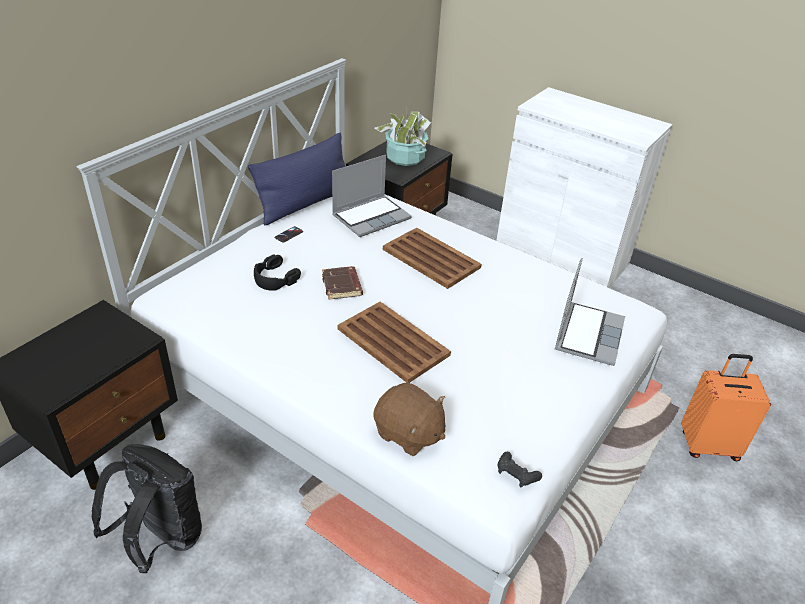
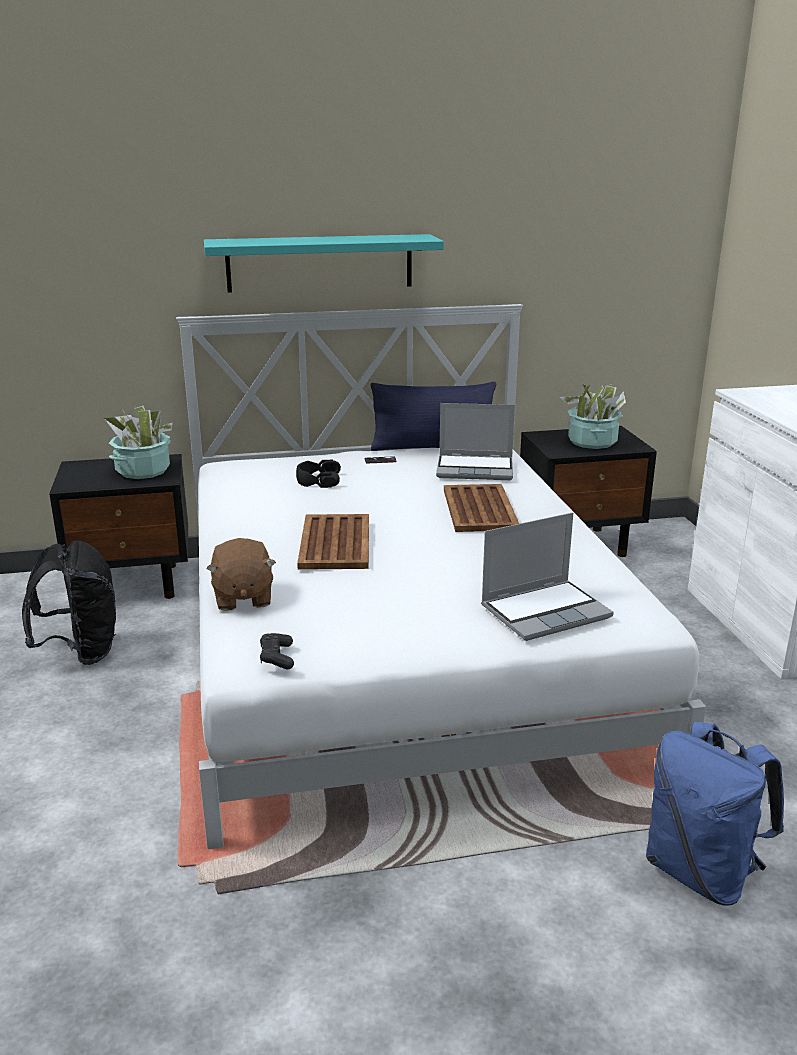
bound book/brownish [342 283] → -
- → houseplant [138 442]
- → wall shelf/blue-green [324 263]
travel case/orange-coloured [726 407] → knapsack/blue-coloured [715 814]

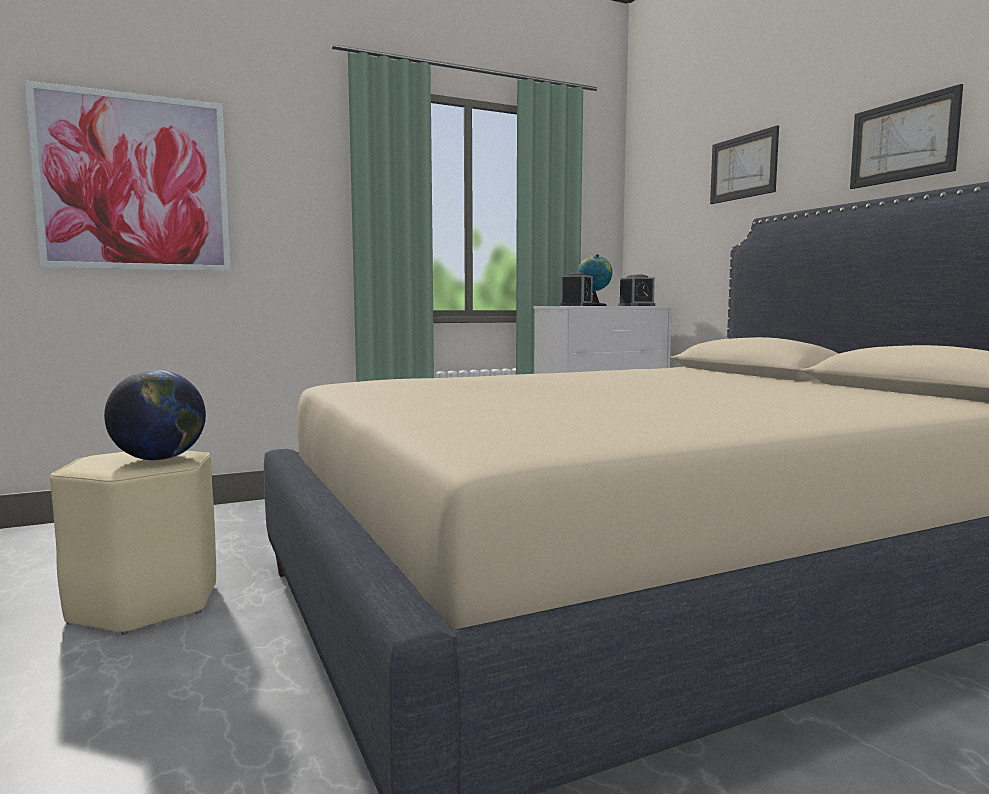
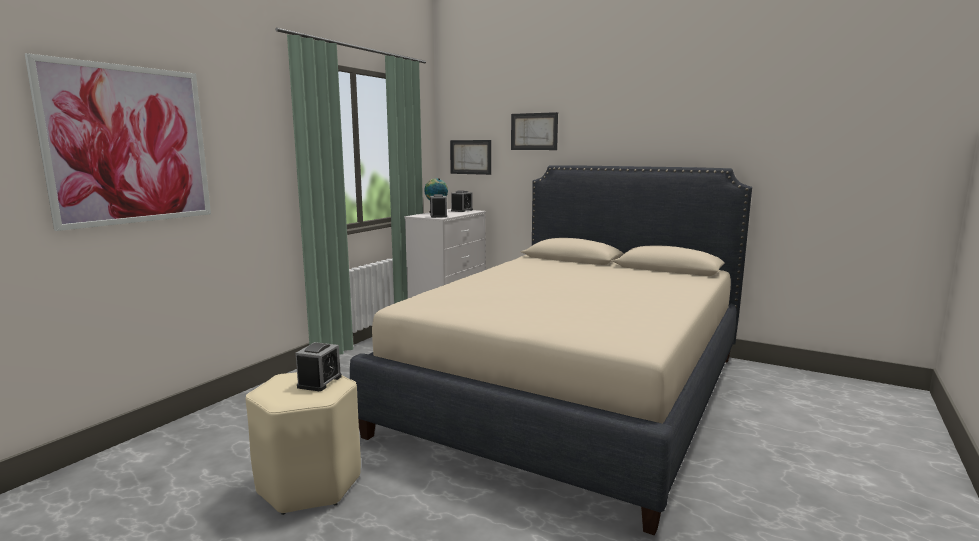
wall picture [906 136] → wall picture [470 157], move
world globe [155 415] → bedside clock [318 366]

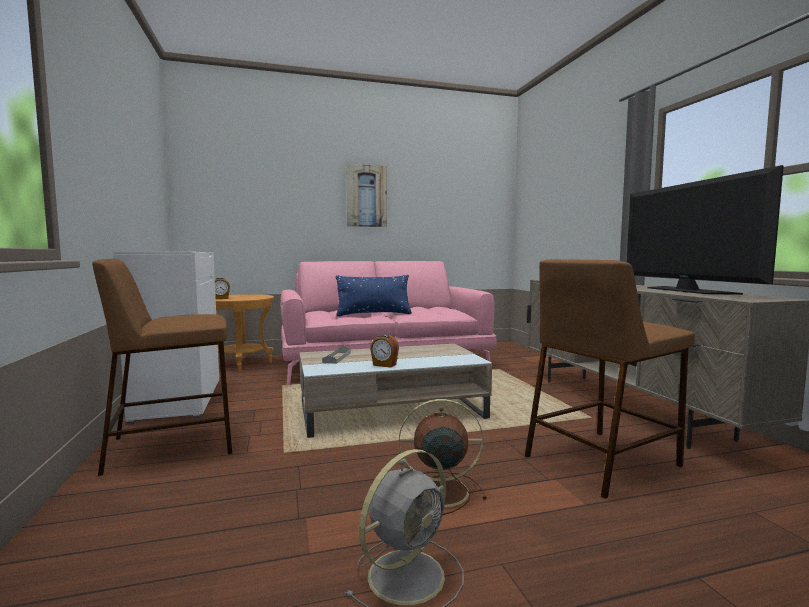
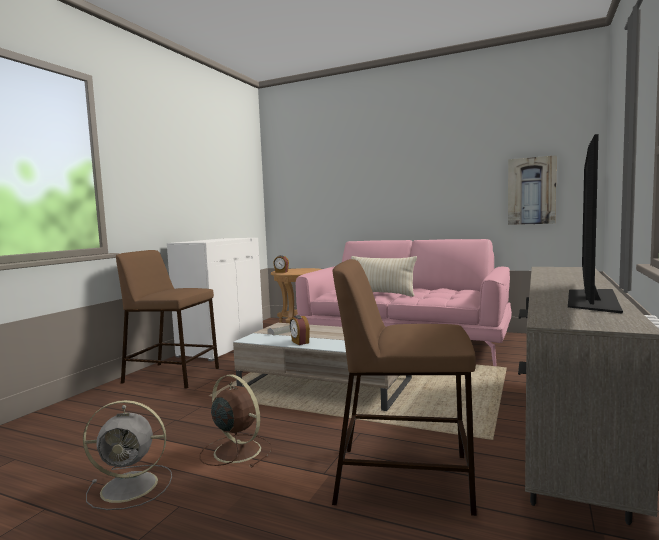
wall picture [366 195] → wall picture [532 190], move
throw pillow/blue-coloured [374 295] → throw pillow/beige-coloured [384 276]

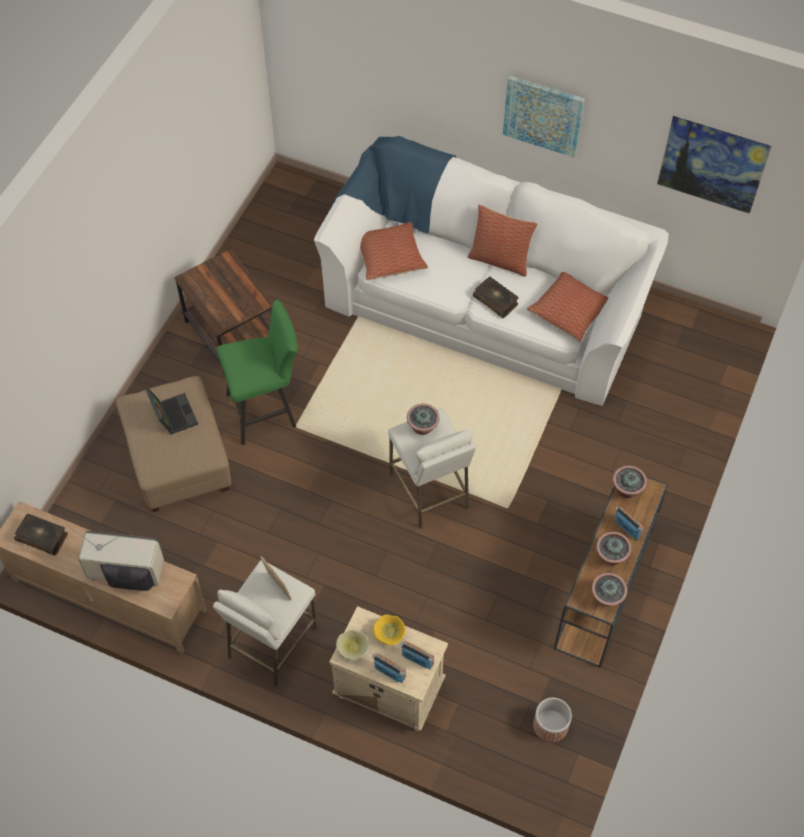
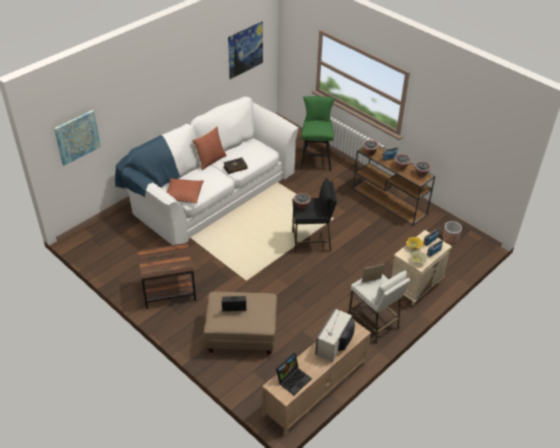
throw pillow [567 306] → -
stool/green [257 372] → stool/green [317 133], move
wall picture [544 116] → wall picture [77 138], move
bound book [41 535] → portable computer [294 374]
stool/white [432 469] → stool/black-coloured [314 215]

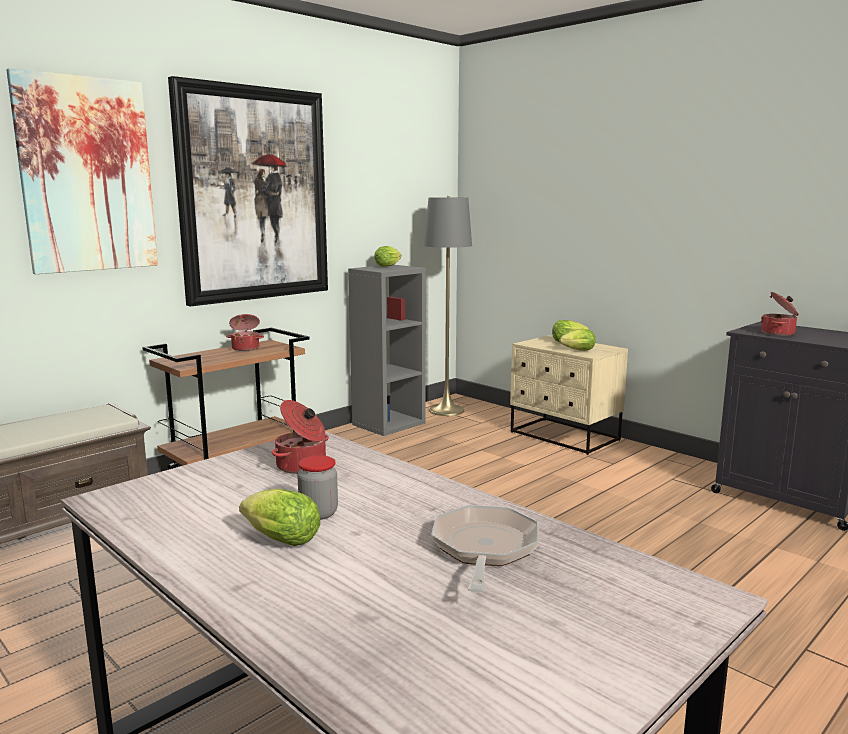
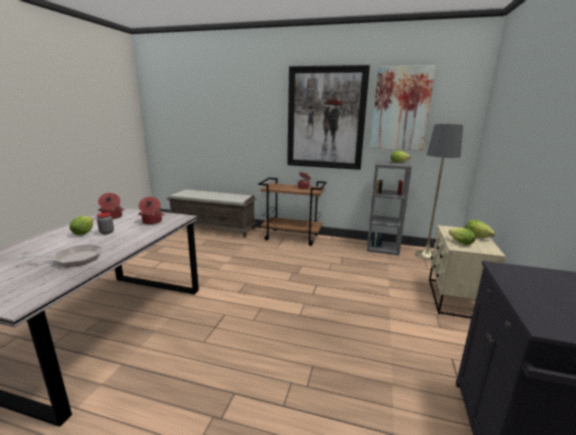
wall picture [82 171] → wall picture [403 108], move
stockpot [780 314] → stockpot [111 206], move

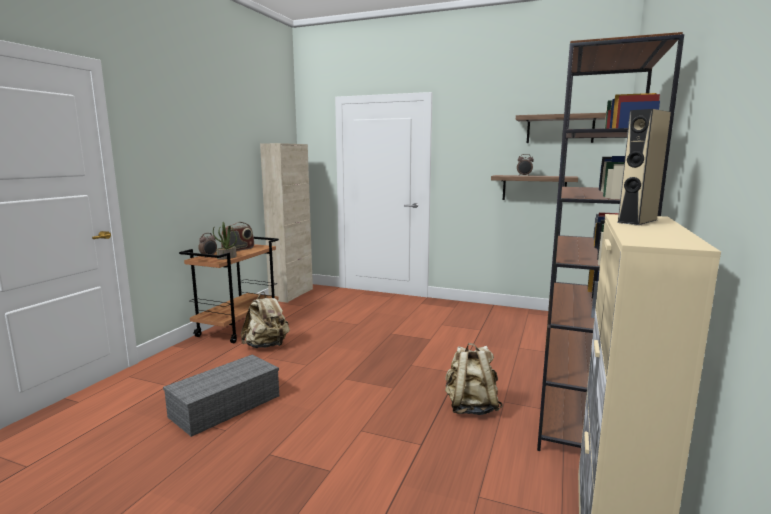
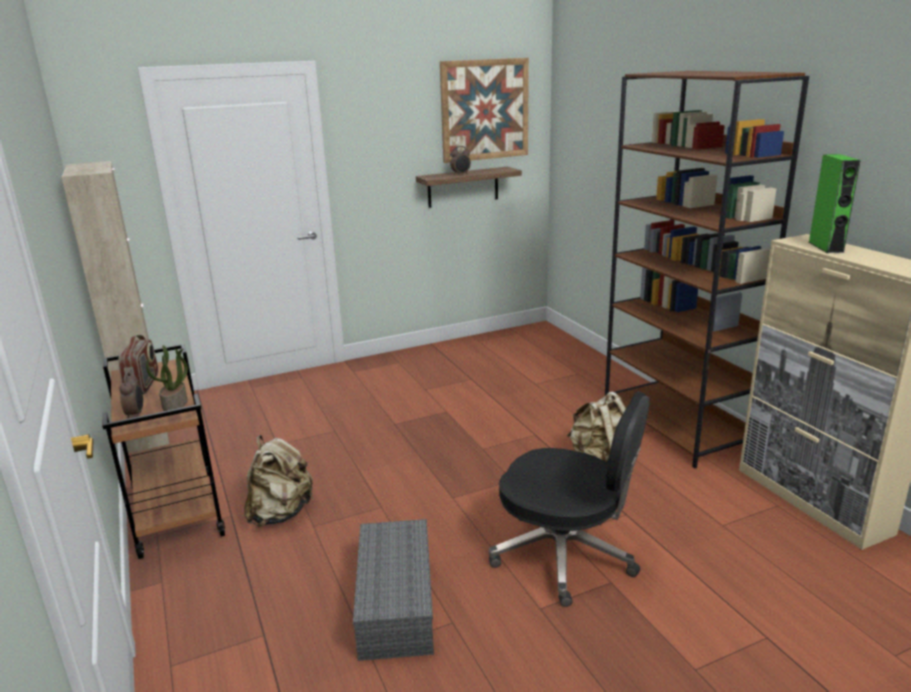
- → computer chair/black-coloured [569 499]
wall shelf [561 128] → wall picture [484 110]
loudspeaker/beige-coloured [644 167] → loudspeaker/green [835 203]

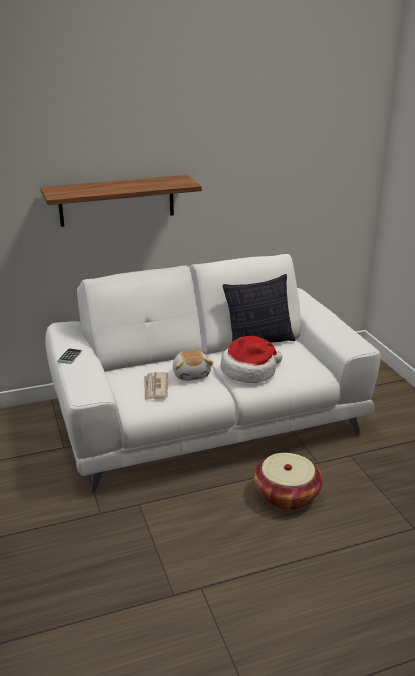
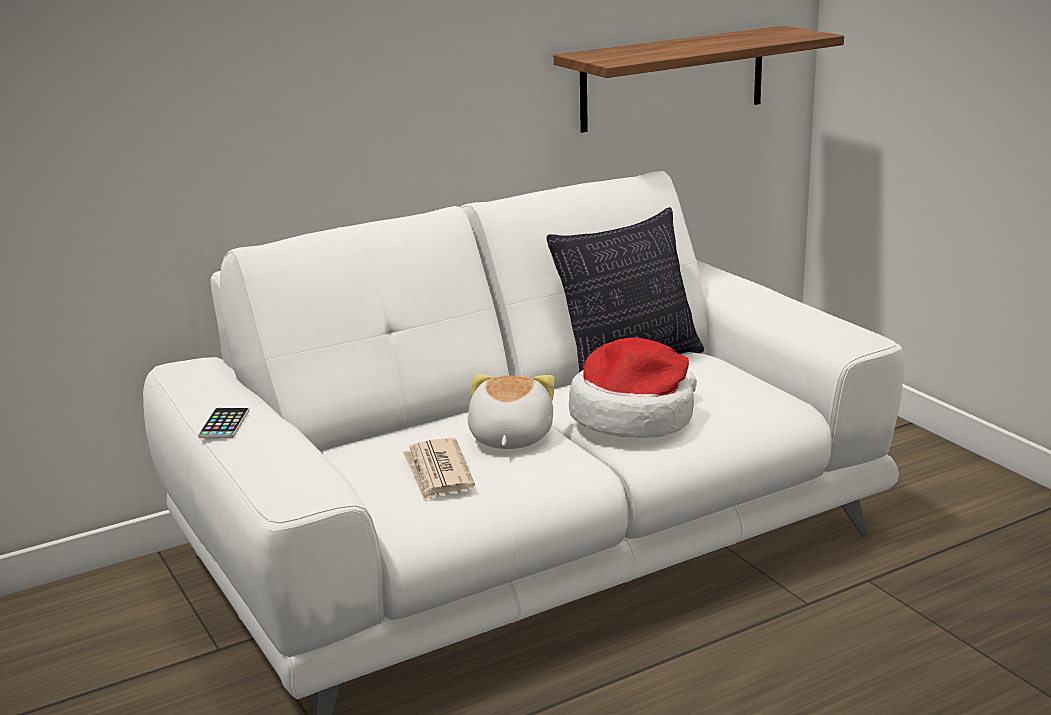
storage basket [288 481] → -
wall shelf [121 201] → wall shelf [699 79], move
cuddly toy [193 365] → cuddly toy [511 411], 150 degrees counterclockwise

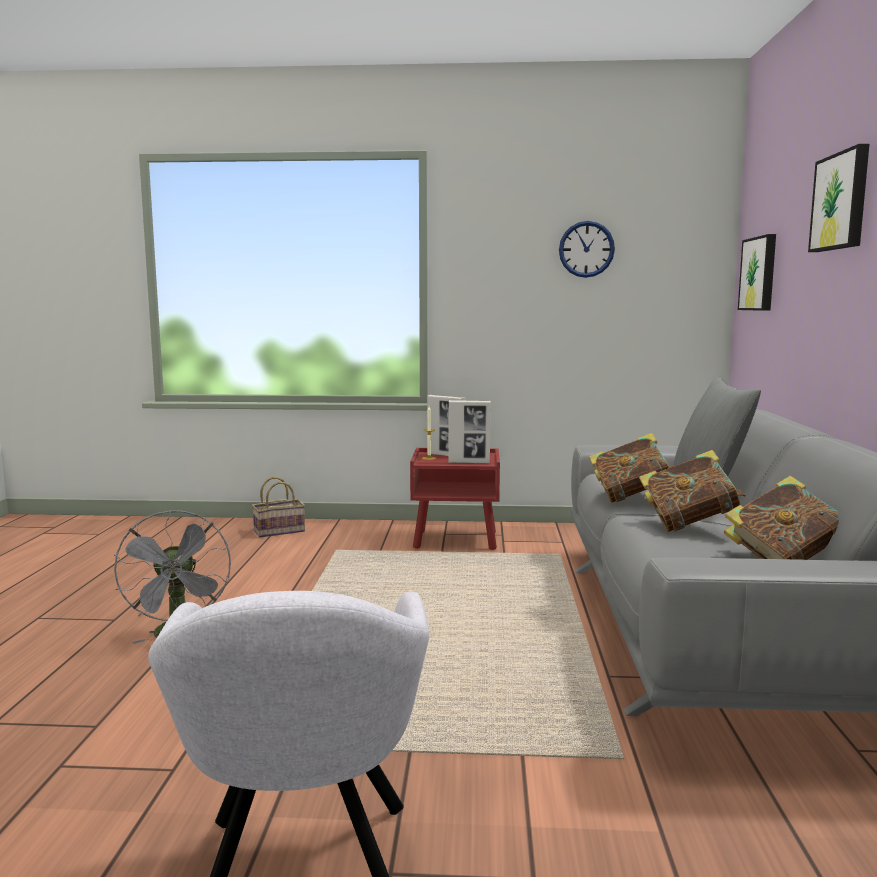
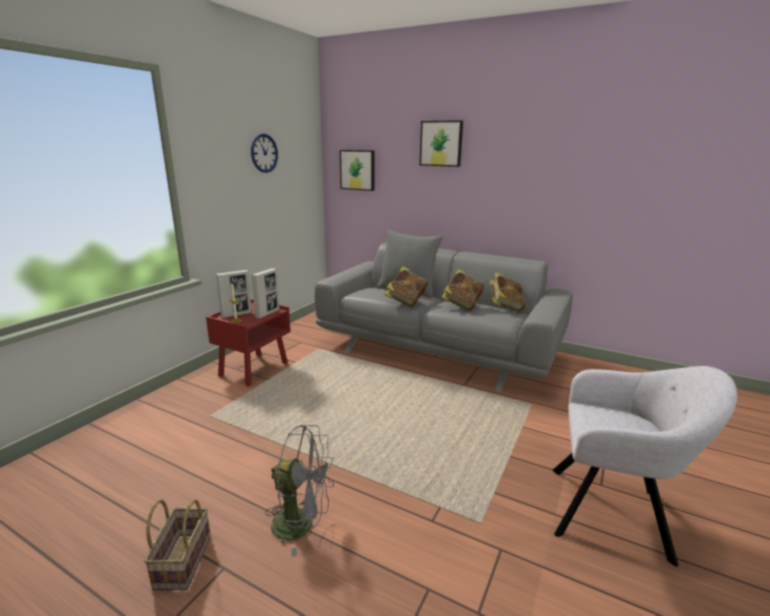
storage basket [278 507] → storage basket [177 544], move

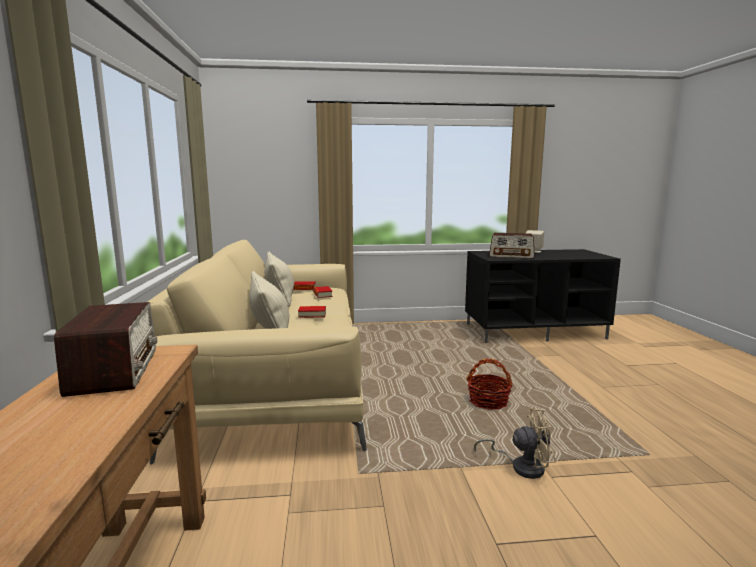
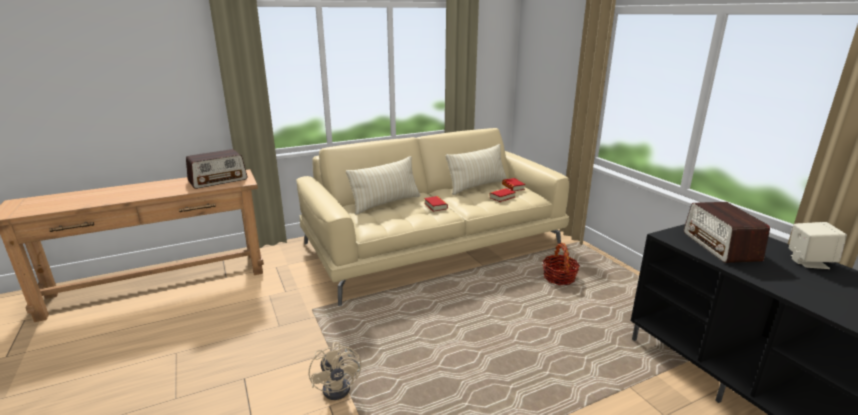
storage basket [489 384] → storage basket [561 263], move

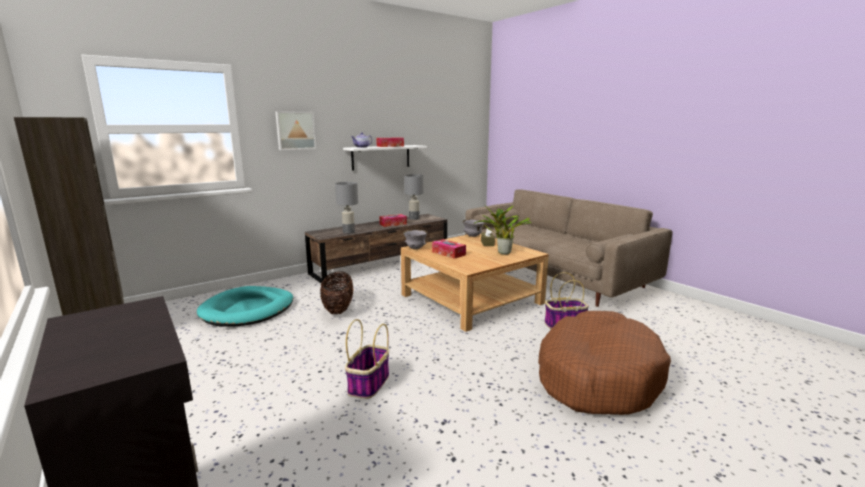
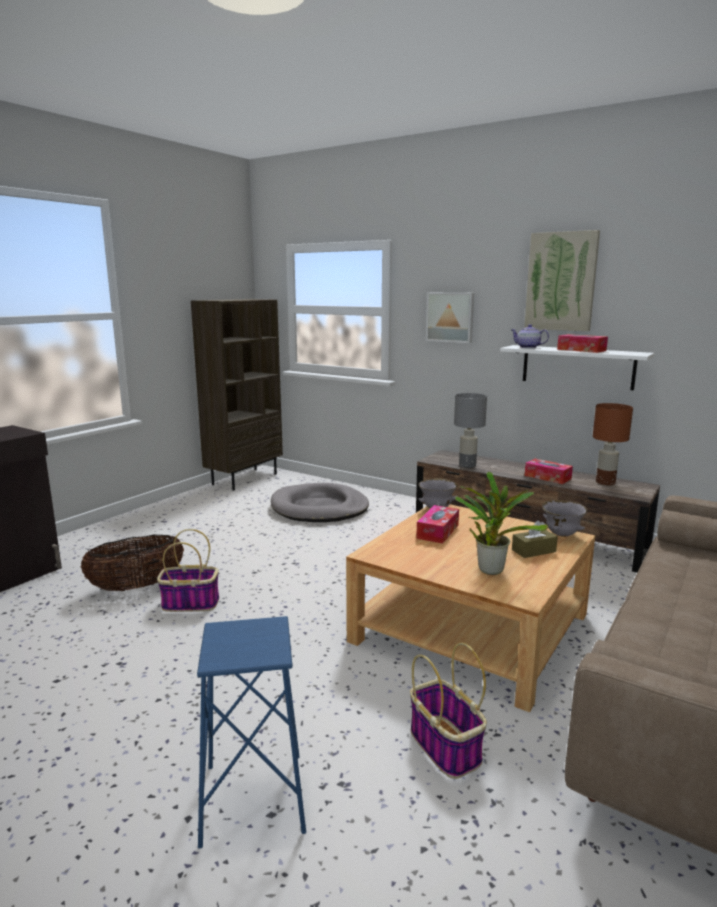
- → wall picture [562 280]
storage basket [336 292] → storage basket [132 563], move
pet bed/brownish [604 363] → stool/blue-coloured [251 732]
pet bed/blue-green [245 306] → pet bed/gray [320 502]
lamp for a table/gray [413 197] → lamp for a table/brownish [613 444]

